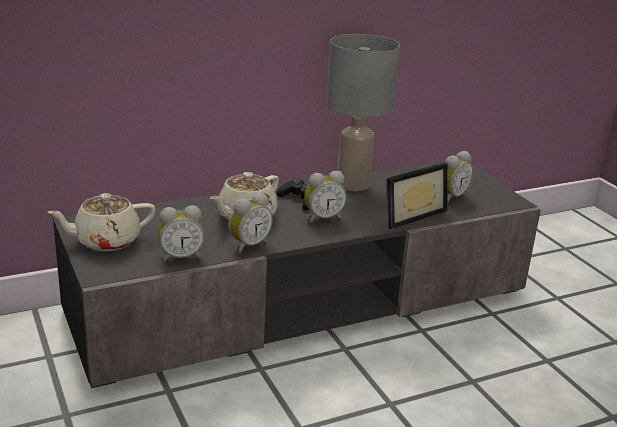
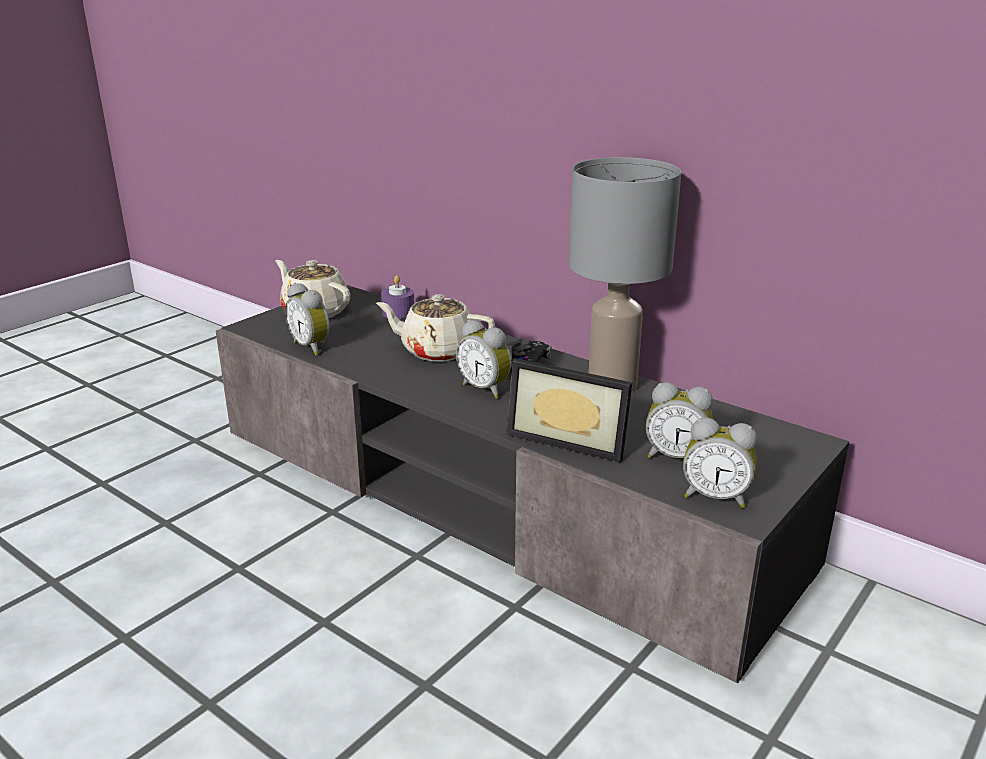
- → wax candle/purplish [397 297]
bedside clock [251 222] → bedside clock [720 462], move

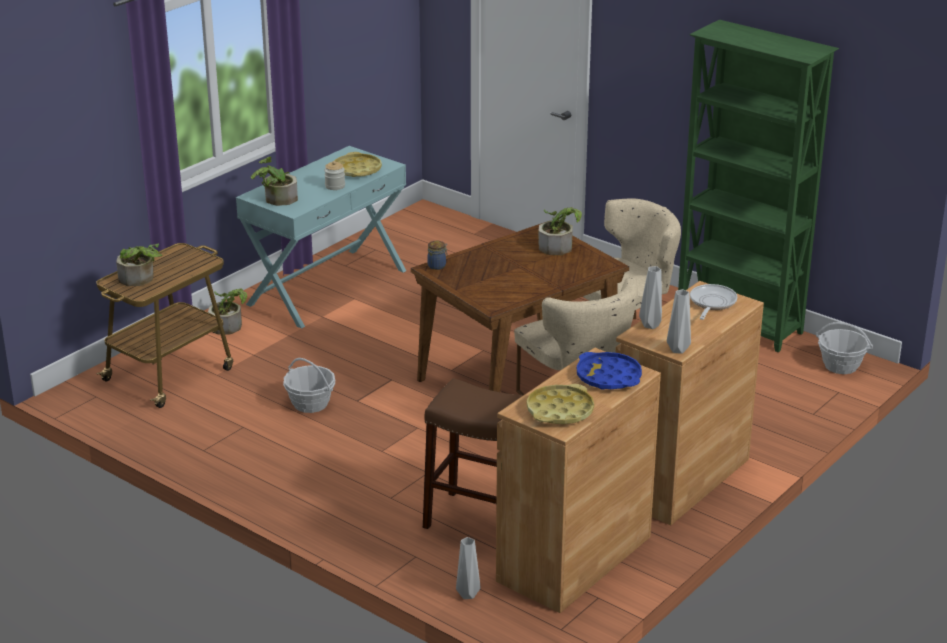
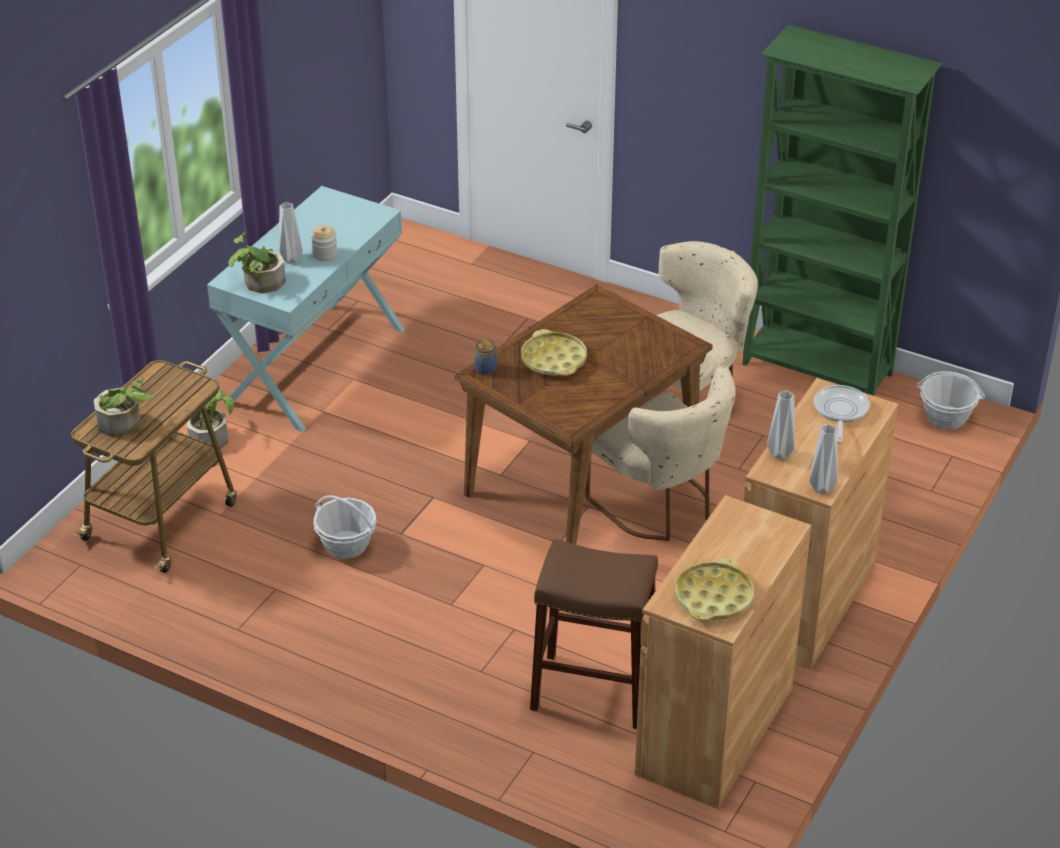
houseplant [560 231] → -
carrying tray/blue-coloured [609 371] → -
carrying tray/yellow-coloured [358 164] → carrying tray/yellow-coloured [554 352], move
decorative vase/gray [468 568] → decorative vase/gray [291 233], move

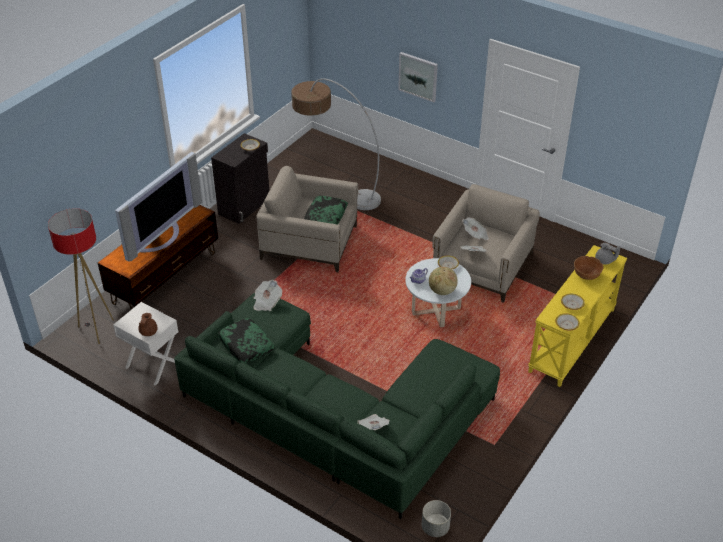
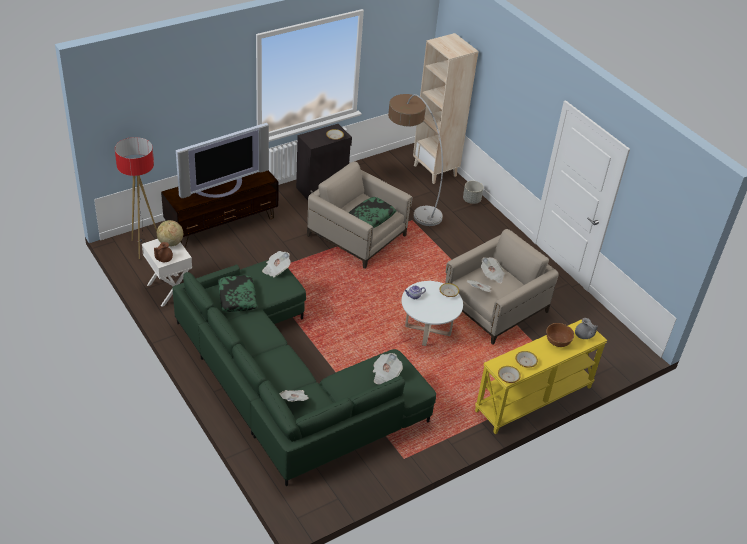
wall picture [418 77] → -
- → newspaper [388 368]
- → bookcase/beige-coloured [445 108]
planter/gray [436 518] → planter/gray [473 192], move
world globe [443 281] → world globe [170 233], move

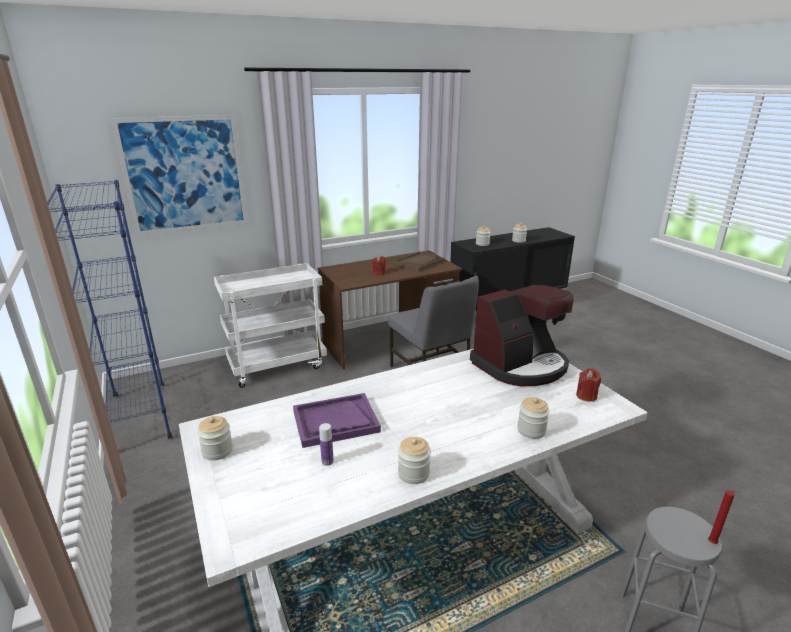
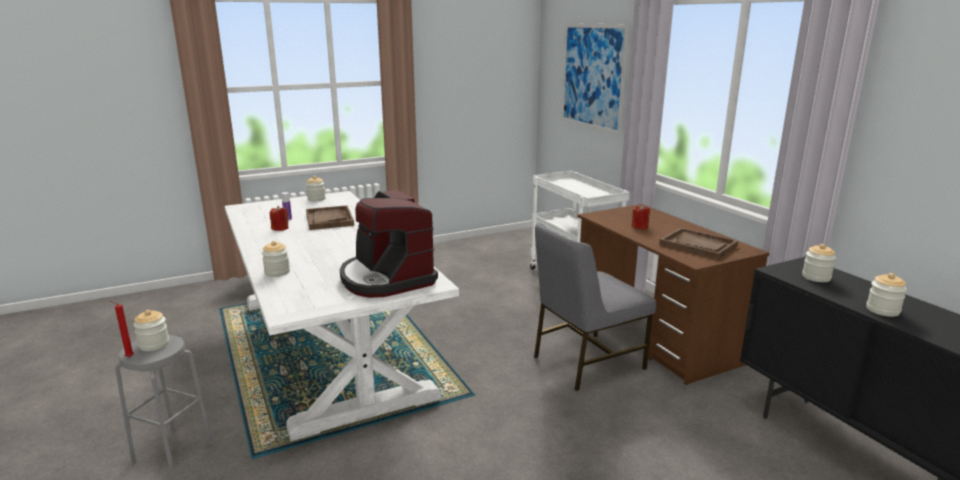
bookcase/blue-coloured [109 309] → -
preserve jar [414 460] → preserve jar [151 330], move
wax candle/red-coloured [588 385] → wax candle/red-coloured [279 218], move
carrying tray/purplish [337 420] → carrying tray/brownish [330 217]

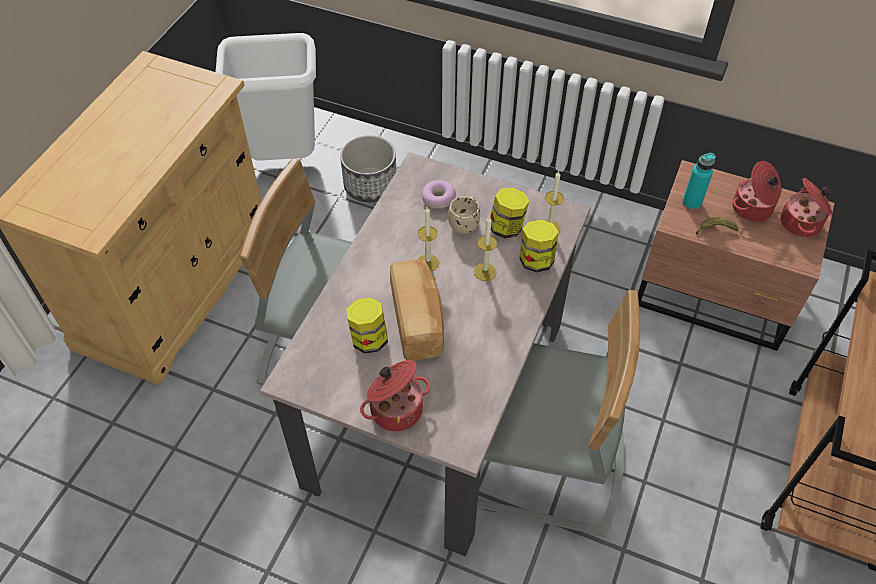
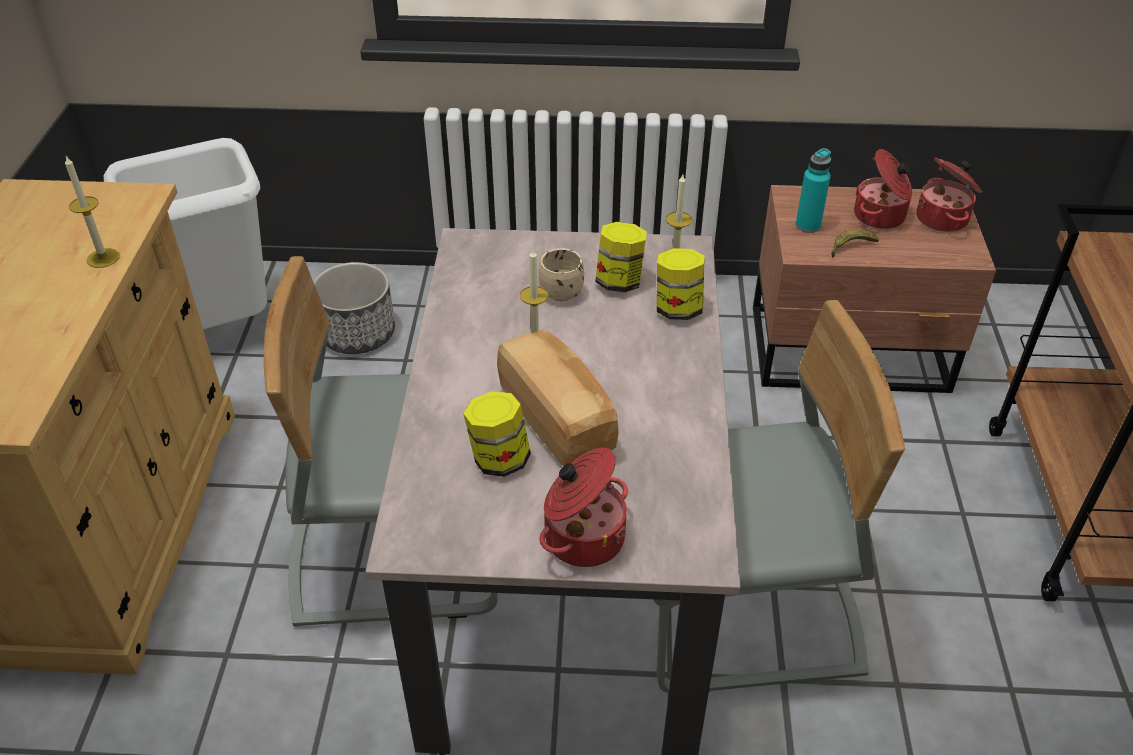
donut [439 194] → -
wax candle [485 249] → wax candle [92 212], move

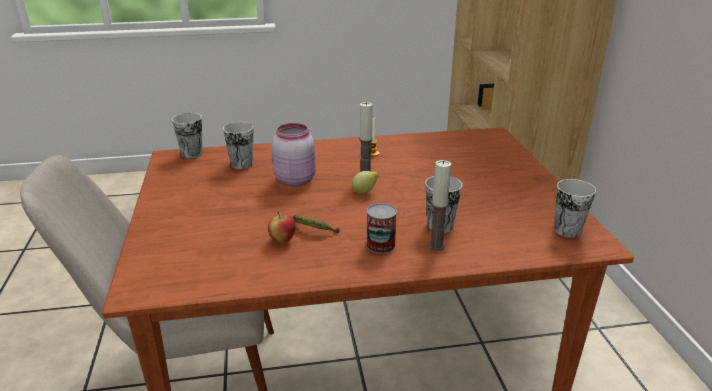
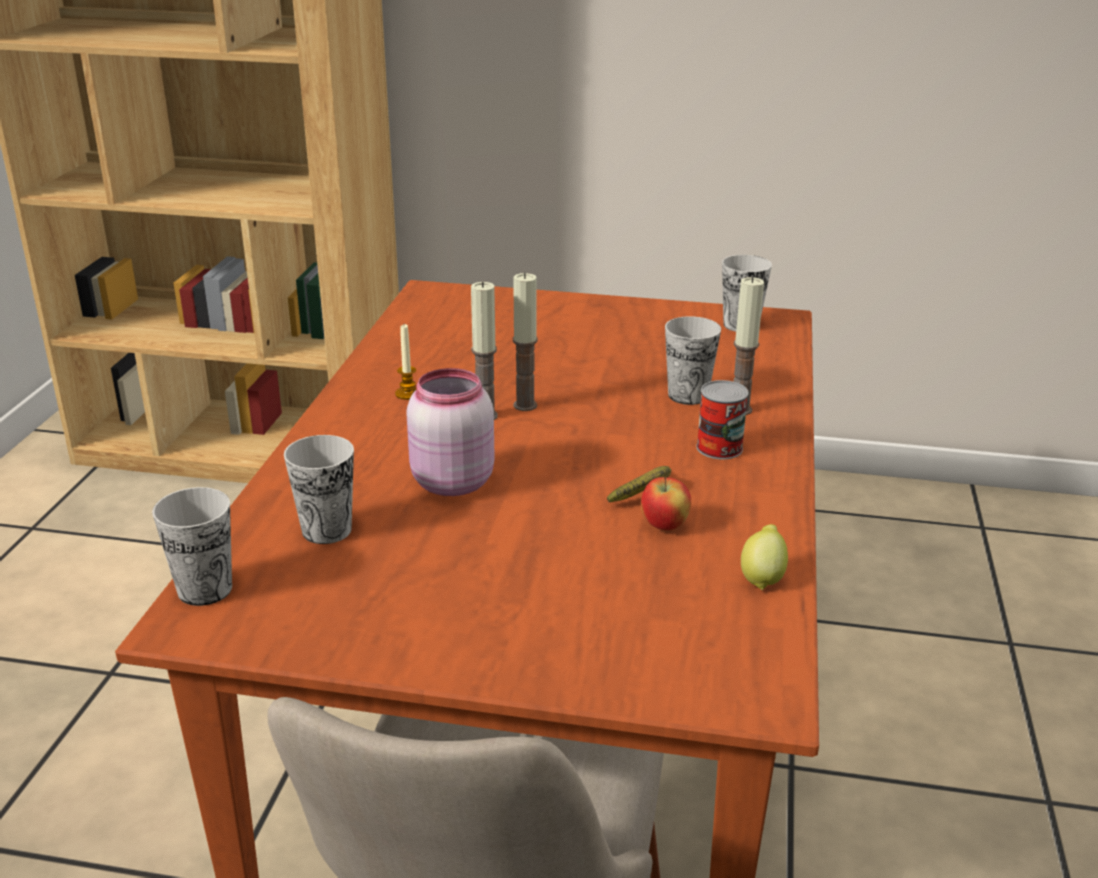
- → wax candle [525 341]
citrus fruit [365 182] → citrus fruit [764 557], move

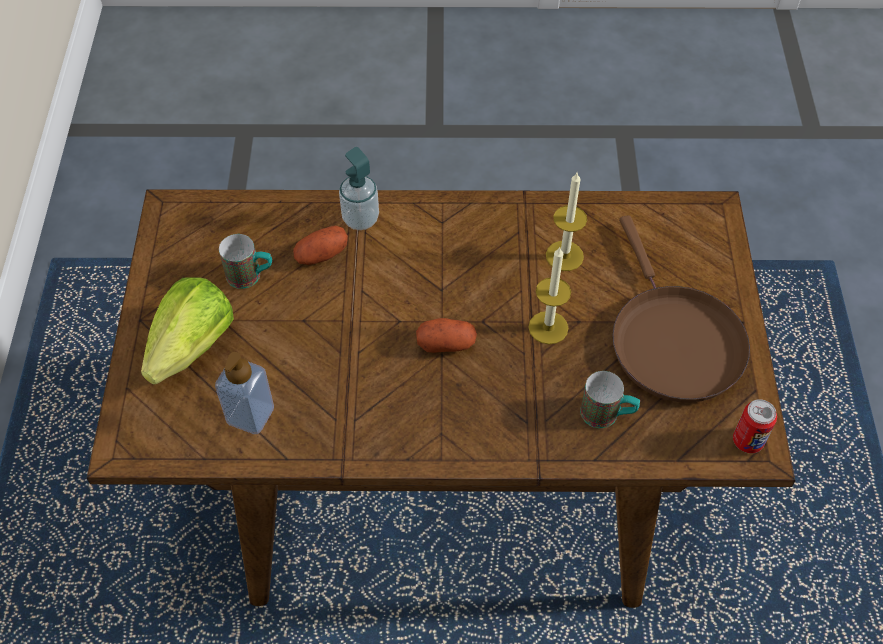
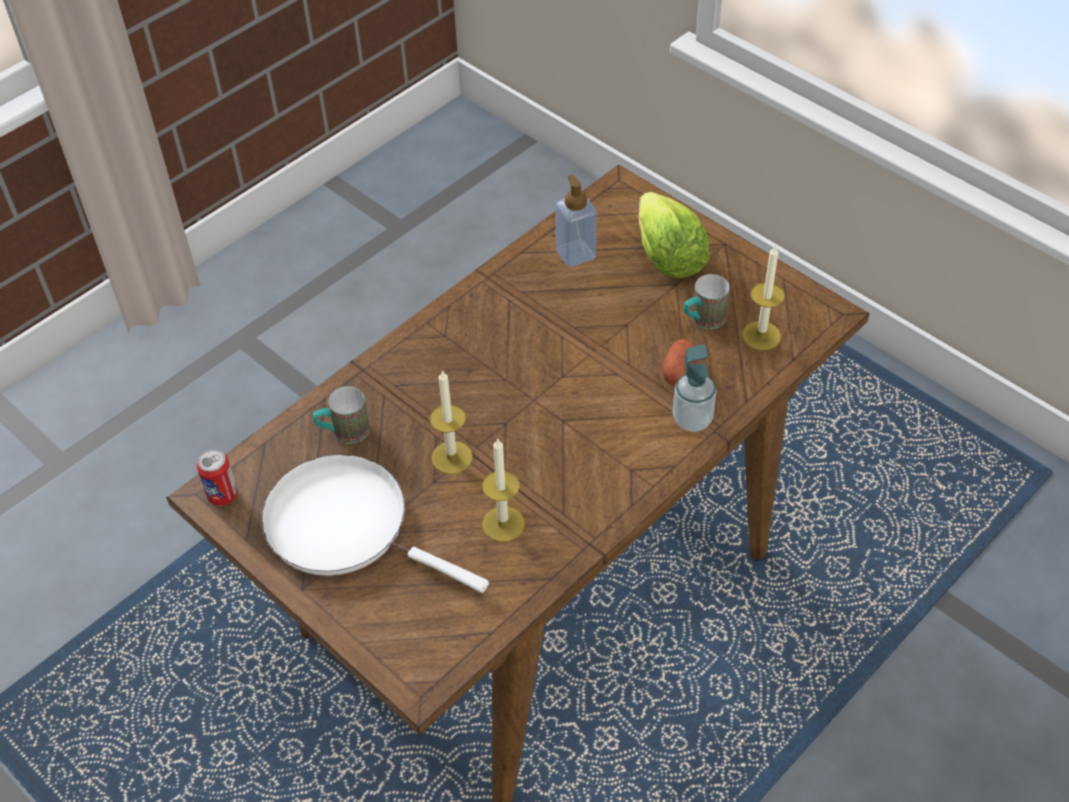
whole potato [446 335] → -
- → wax candle [763 298]
frying pan/brownish [681 309] → frying pan/white [375 523]

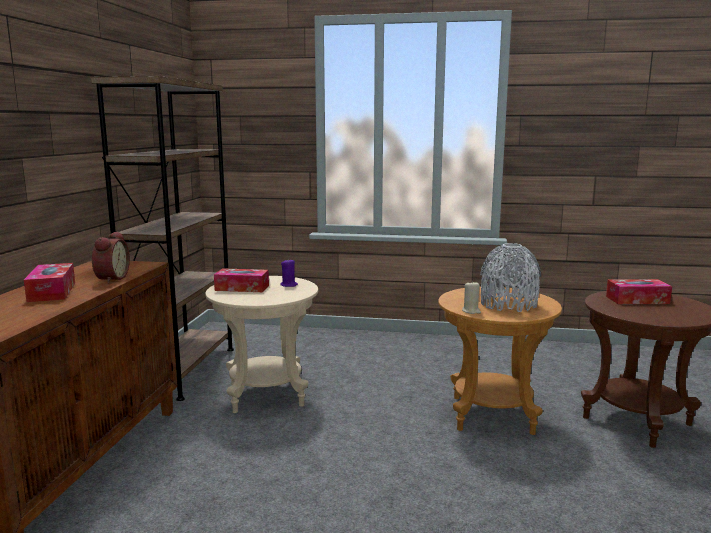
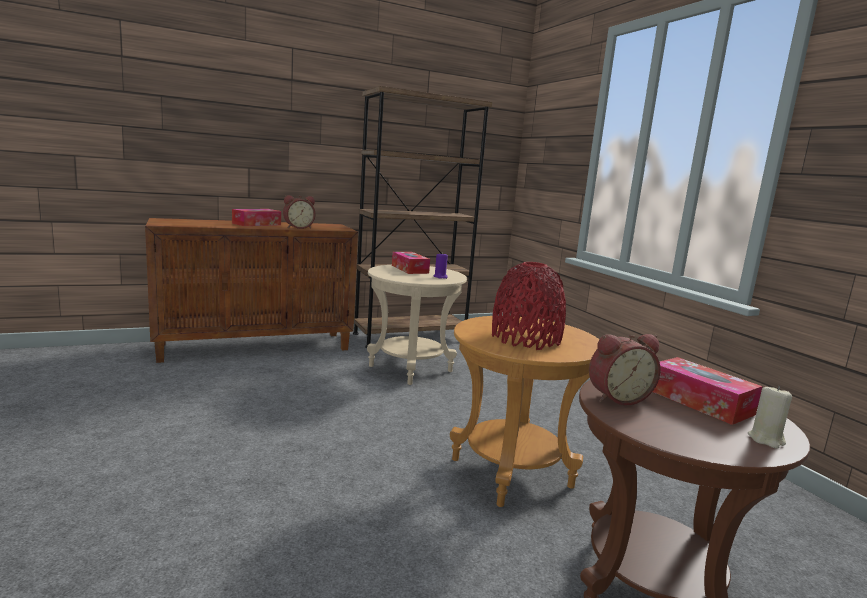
- → bedside clock [624 369]
wax candle/beige-coloured [471 297] → wax candle/beige-coloured [770 417], move
decorative vase/gray [510 277] → decorative vase/red-coloured [529 306]

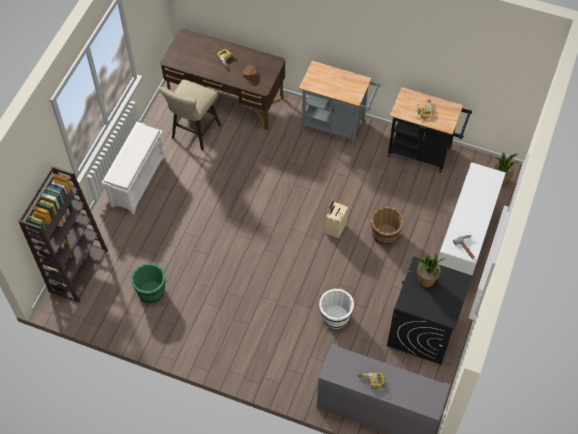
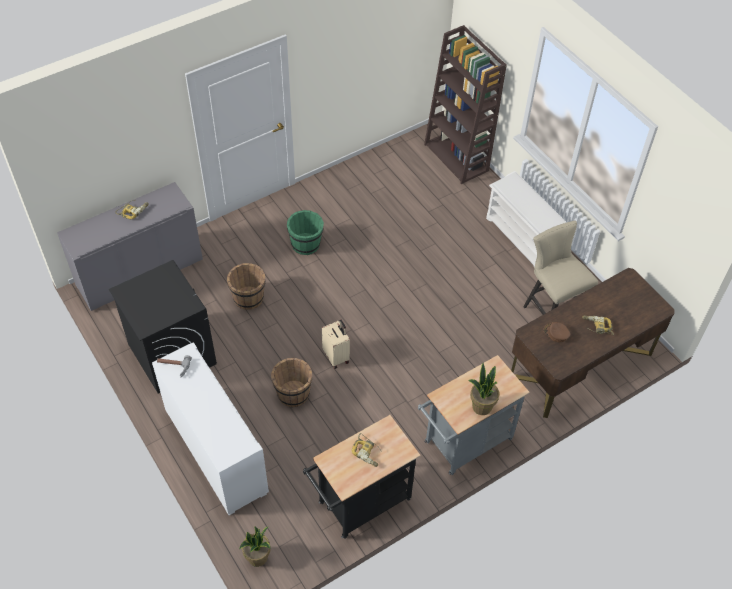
water bucket/green [148 283] → water bucket/green [305 232], move
houseplant [431 270] → houseplant [483 389], move
water bucket/white [336 309] → water bucket/brownish [246 286]

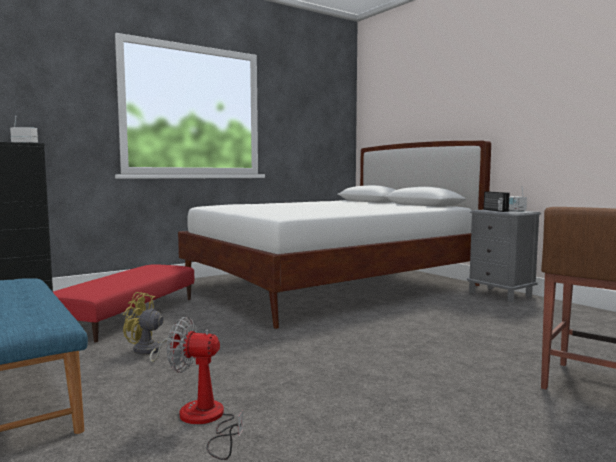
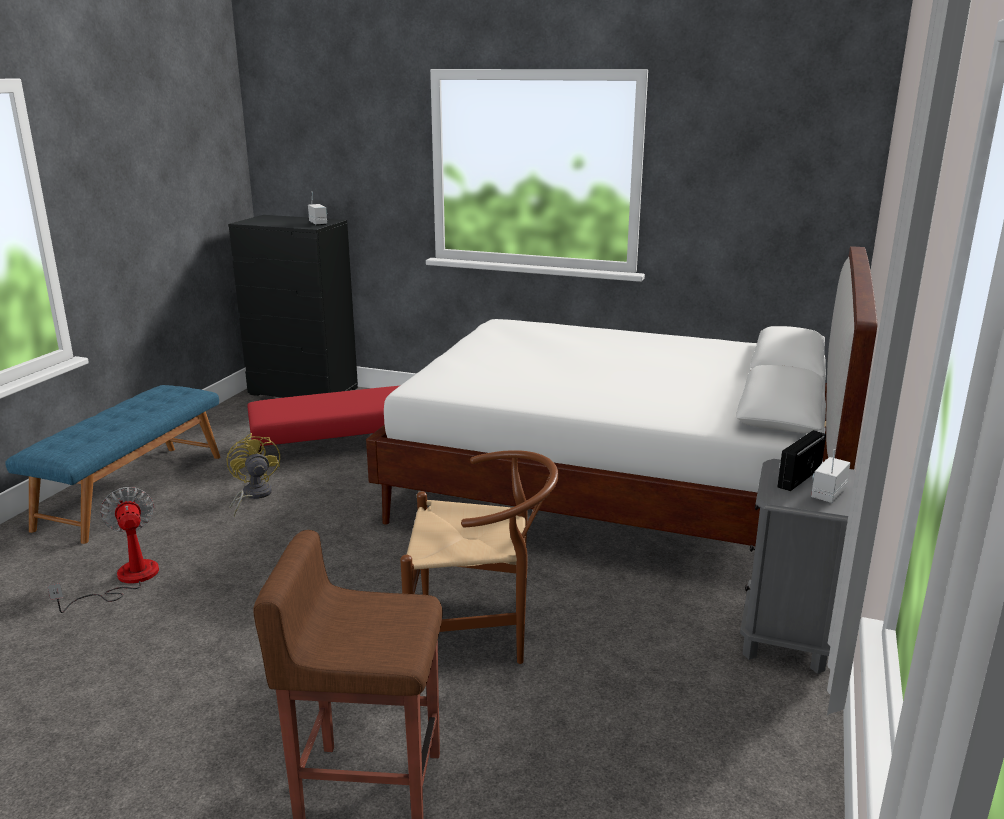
- → upright chair/brownish [479 557]

